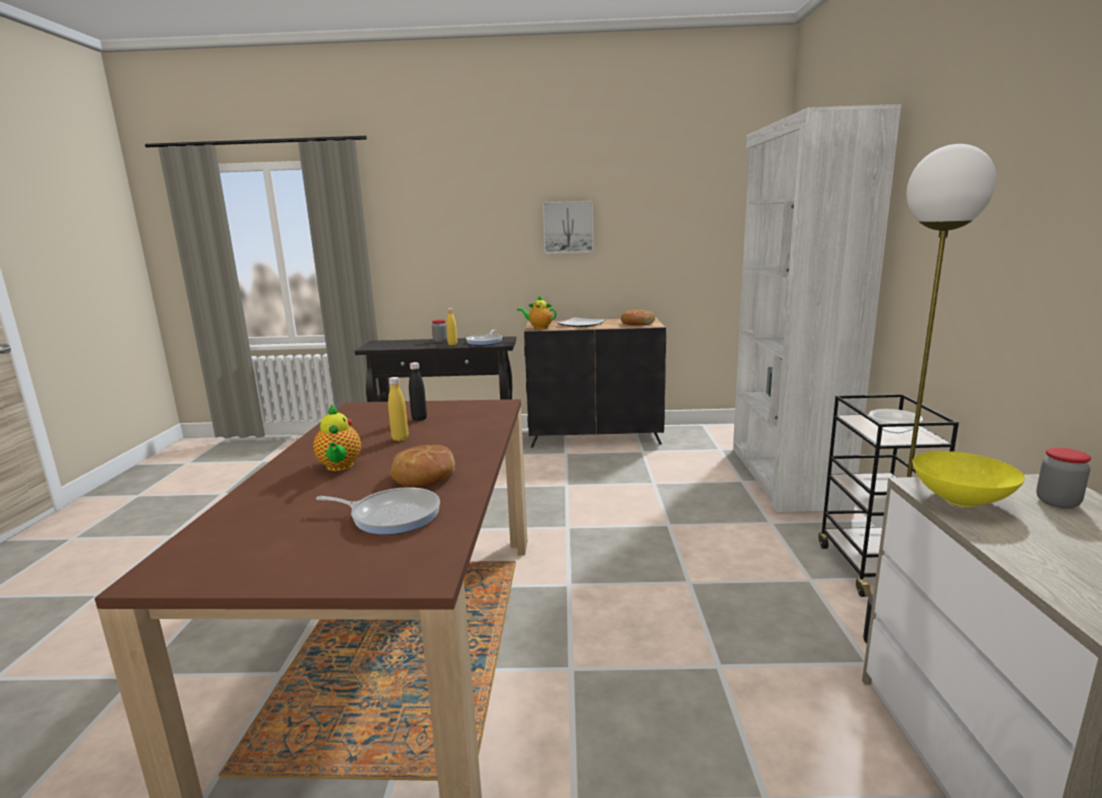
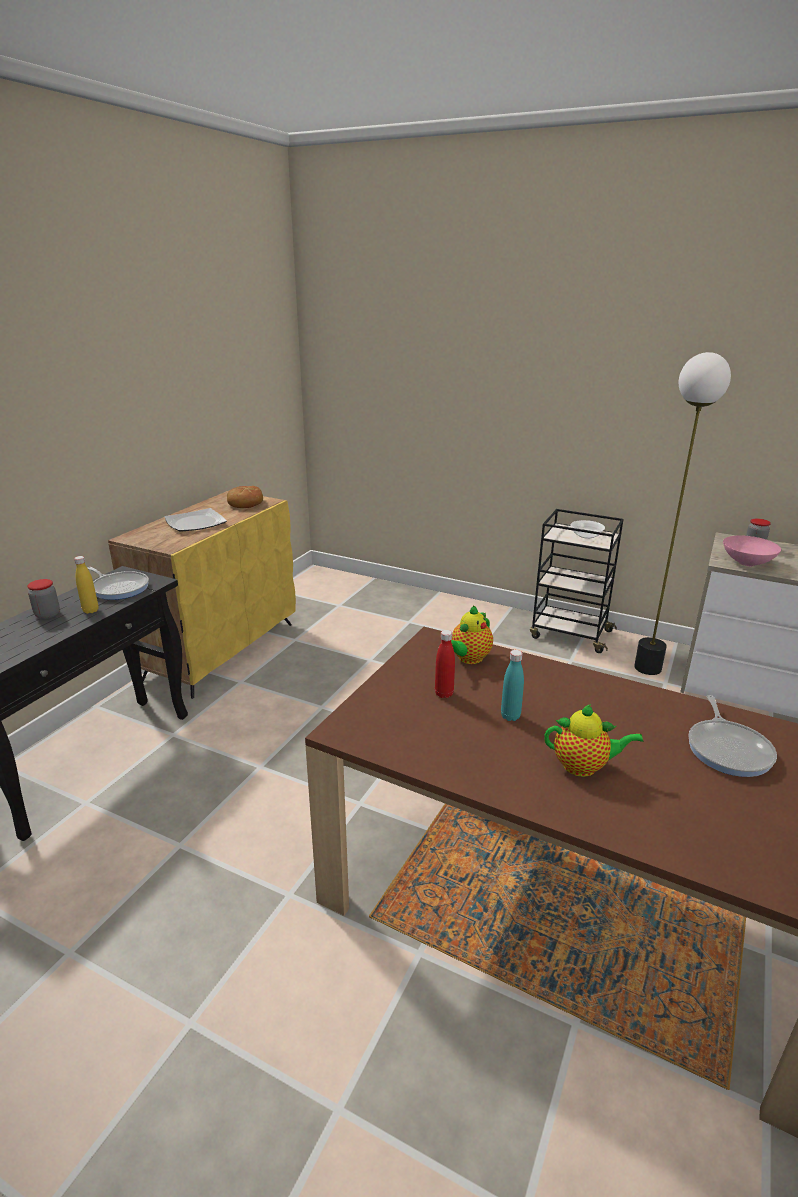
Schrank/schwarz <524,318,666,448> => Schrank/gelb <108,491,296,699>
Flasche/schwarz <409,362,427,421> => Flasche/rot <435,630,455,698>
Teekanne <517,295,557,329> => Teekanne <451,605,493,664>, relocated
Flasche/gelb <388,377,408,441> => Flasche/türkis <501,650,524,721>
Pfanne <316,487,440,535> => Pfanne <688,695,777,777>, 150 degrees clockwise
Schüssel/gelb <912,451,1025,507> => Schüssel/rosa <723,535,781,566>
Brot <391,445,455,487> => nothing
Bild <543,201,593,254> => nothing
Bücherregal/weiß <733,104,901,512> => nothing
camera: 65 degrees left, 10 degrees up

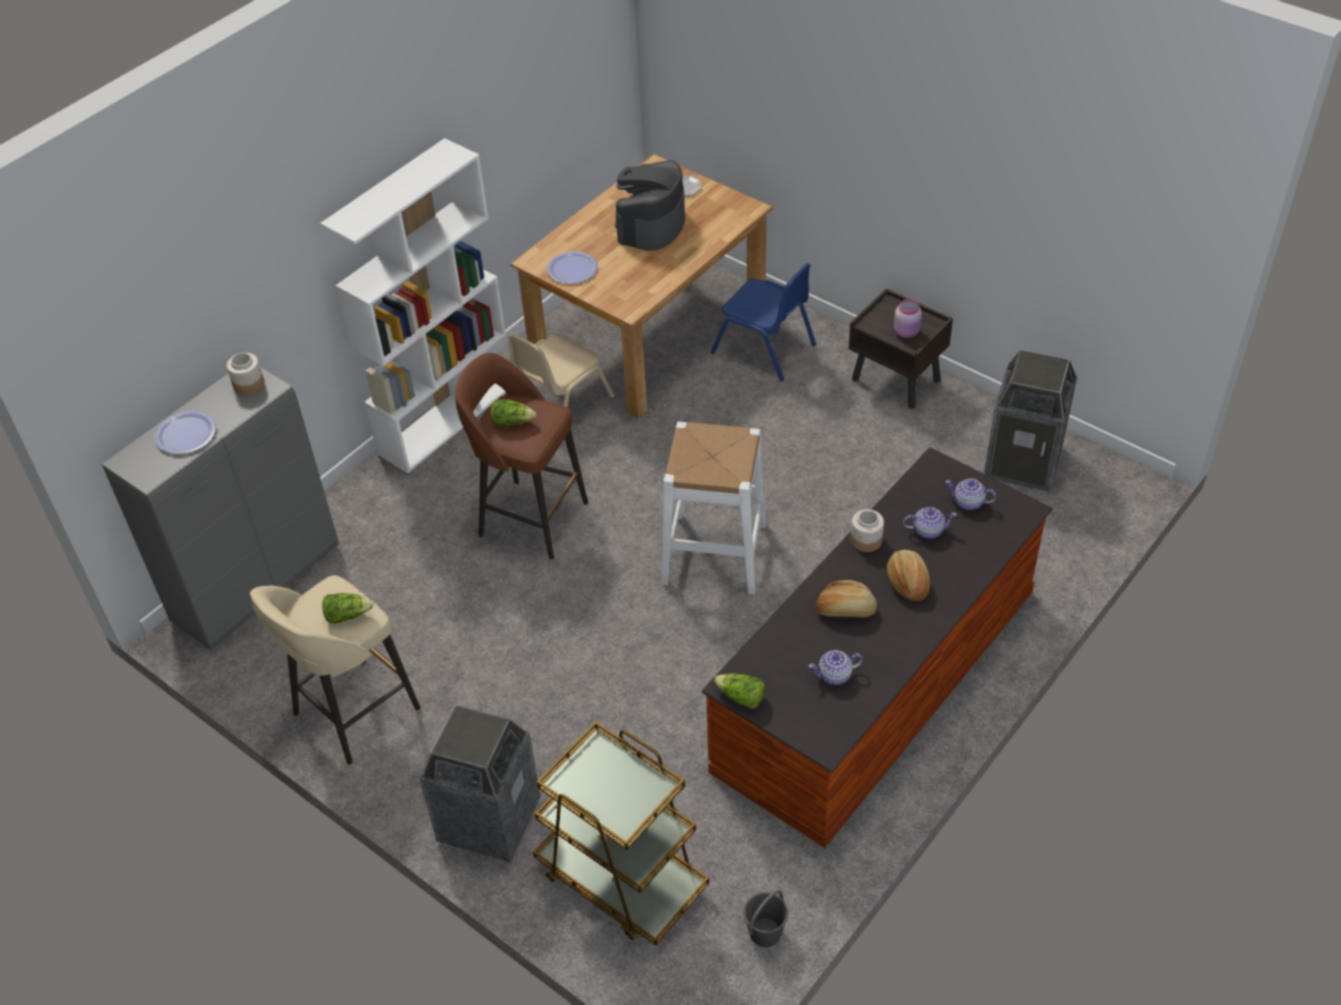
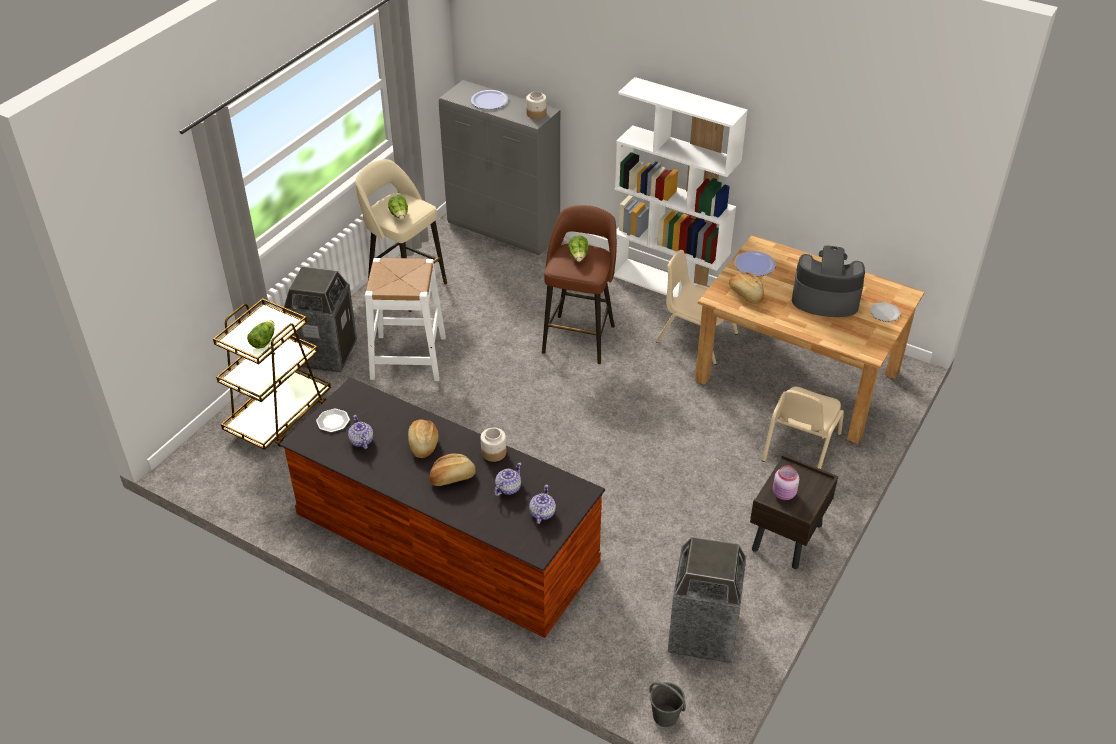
Salatkopf <714,673,765,709> => Salatkopf <247,320,274,349>, relocated
nothing => Teller <316,408,350,432>
Hocker/weiß <661,421,767,595> => Hocker/weiß <365,258,446,381>, relocated
Teekanne <903,507,957,539> => Teekanne <494,463,522,496>, 135 degrees counterclockwise
Eimer/grau <743,890,788,947> => Eimer/grau <649,682,686,727>, relocated
nothing => Brot <729,273,764,304>
Stuhl/blau <711,263,816,382> => Stuhl/beige <762,386,844,469>
camera: 80 degrees right, 5 degrees down

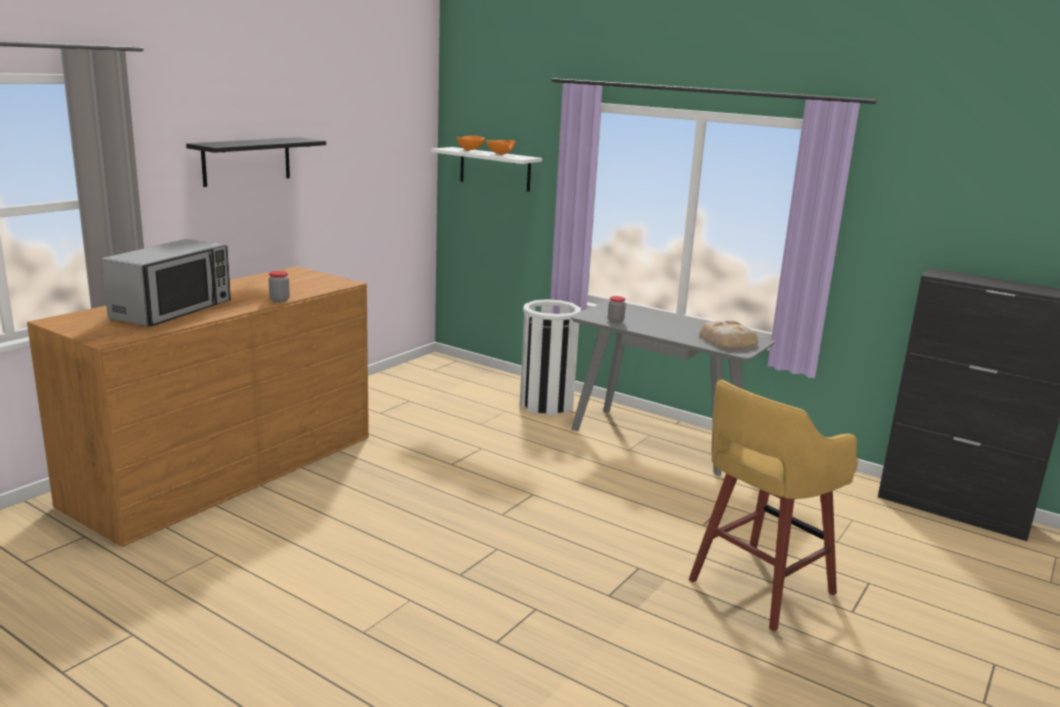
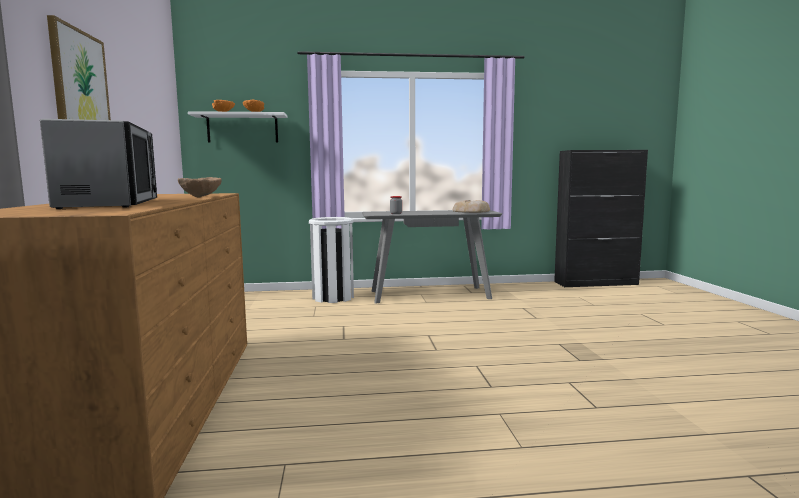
Wandregal/schwarz <186,137,326,187> => Bild <47,15,111,120>
Vorratsglas <269,271,290,302> => Schüssel/braun <178,177,222,198>
Hocker/gelb <689,379,858,632> => nothing
camera: 40 degrees left, 10 degrees down

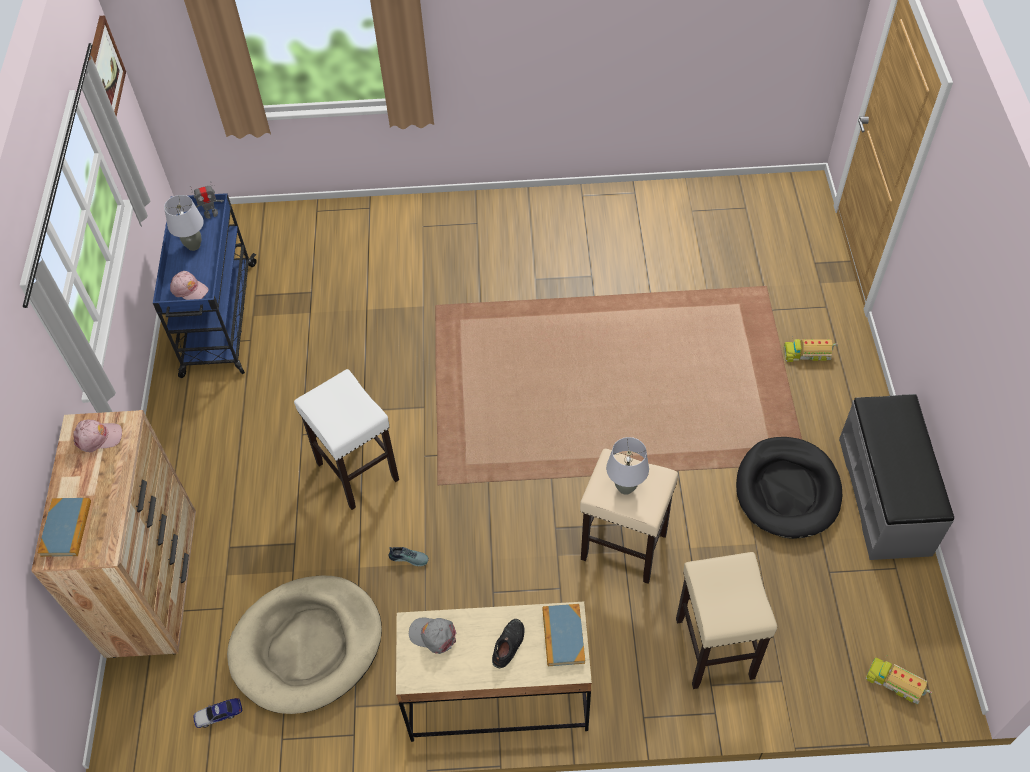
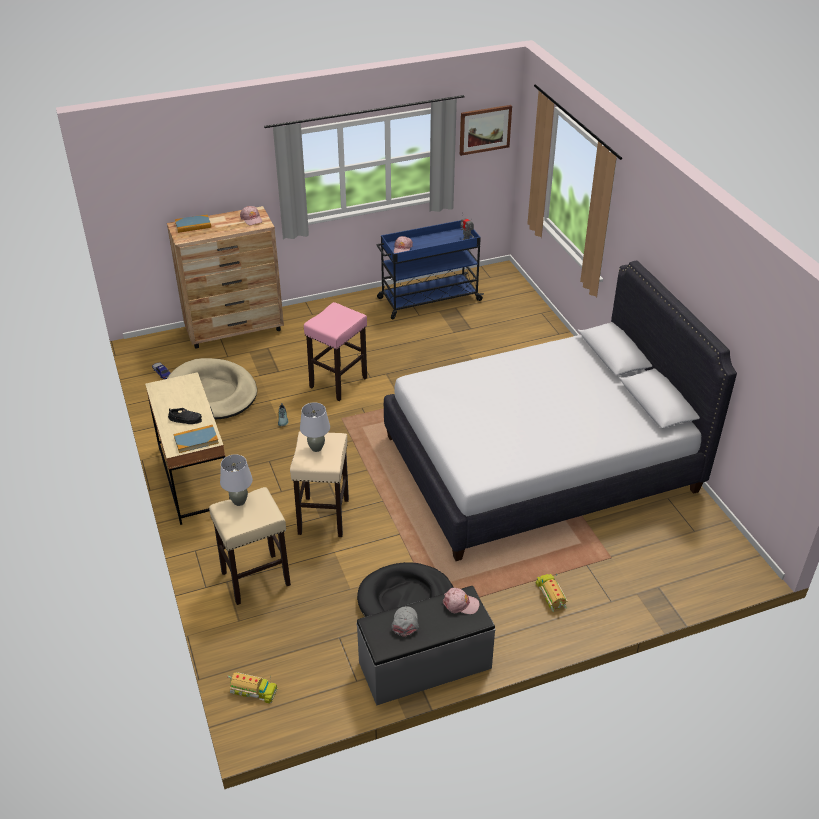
Tischlampe/grau <164,195,204,251> => Tischlampe/grau <220,454,253,506>, relocated
Spielzeuglaster <866,656,932,704> => Spielzeuglaster <227,672,278,703>, 90 degrees clockwise
Hocker/weiß <294,369,399,510> => Hocker/rosa <304,302,367,401>
nothing => Bett/weiß <384,260,737,561>
Kappe/grau <409,618,457,654> => Kappe/grau <391,606,419,637>, relocated
nothing => Kappe/rosa <443,588,480,614>
camera: 70 degrees right, 15 degrees down

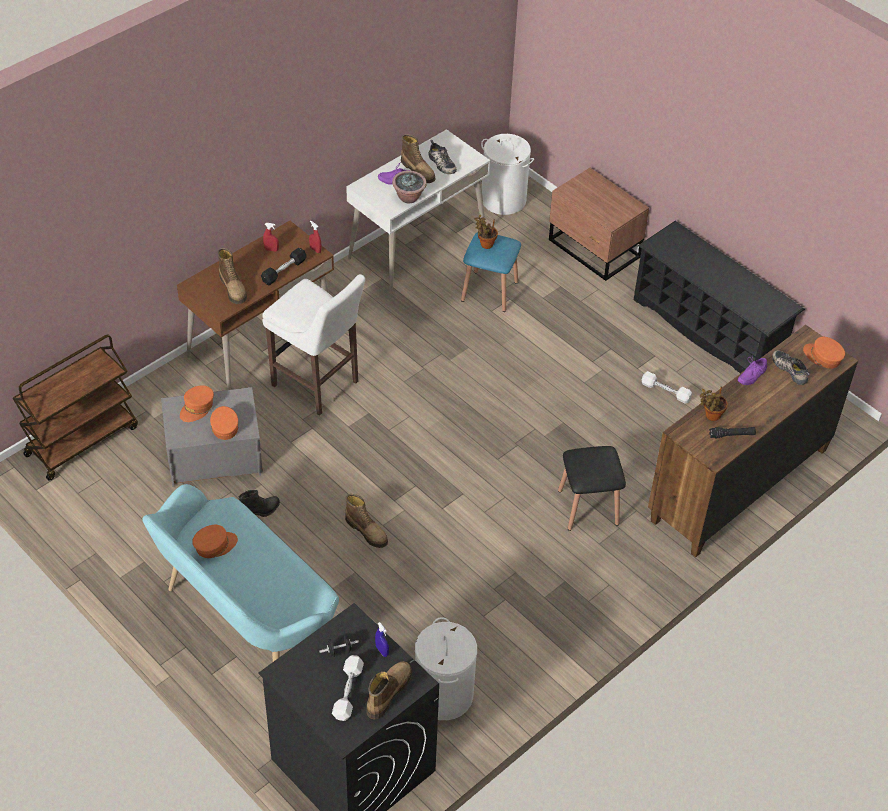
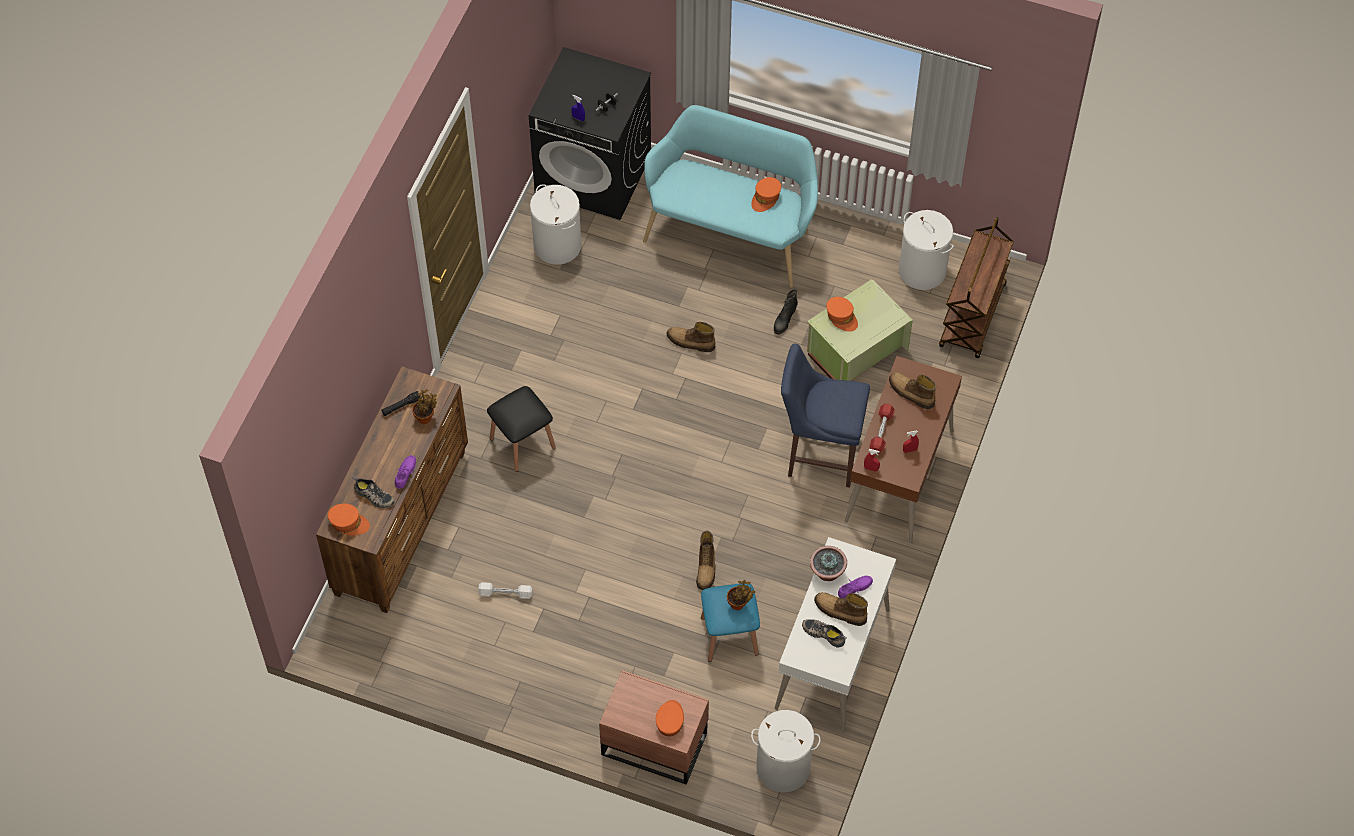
Kappe/orange <180,385,214,422> => Kappe/orange <656,700,684,736>, relocated
Stiefel <366,661,412,720> => Stiefel <696,531,715,590>, relocated
Hocker/weiß <262,274,365,416> => Hocker/blau <781,344,870,488>
Aufbewahrungsbox/grau <161,387,263,487> => Aufbewahrungsbox/grün <807,279,913,381>
Hantel/schwarz <261,248,307,286> => Hantel/rot <869,404,895,454>
nothing => Wäschekorb/weiß <899,210,954,290>
Hantel/weiß <332,655,364,721> => nothing
Schuhregal/schwarz <634,221,805,373> => nothing
camera: 155 degrees right, 10 degrees up

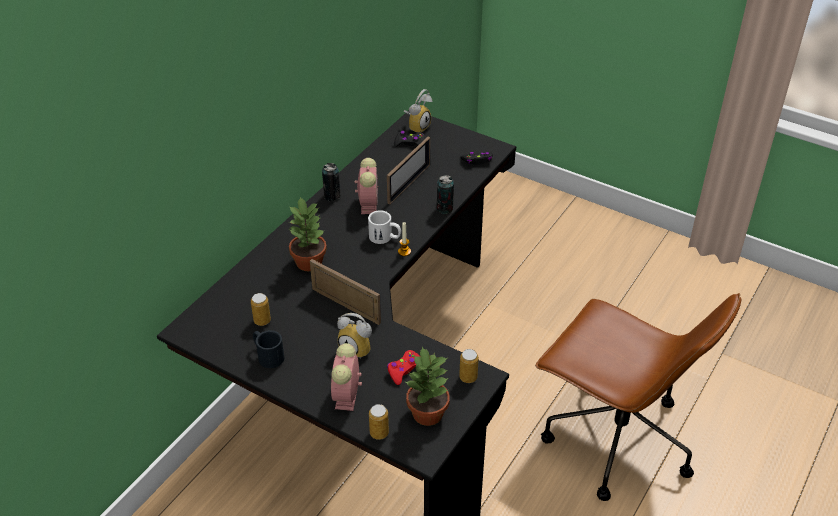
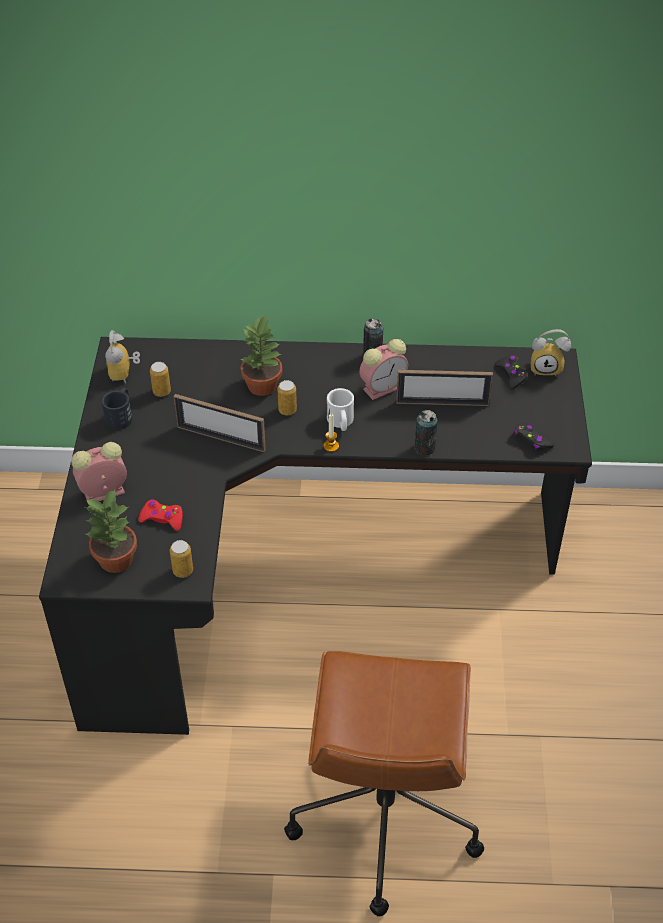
Wecker <337,313,372,359> => Wecker <105,330,140,384>, relocated
Bilderrahmen <310,259,381,325> => Bilderrahmen <174,394,266,452>, 105 degrees clockwise
Dose <369,404,389,440> => Dose <278,380,297,415>, relocated
camera: 60 degrees right, 5 degrees up

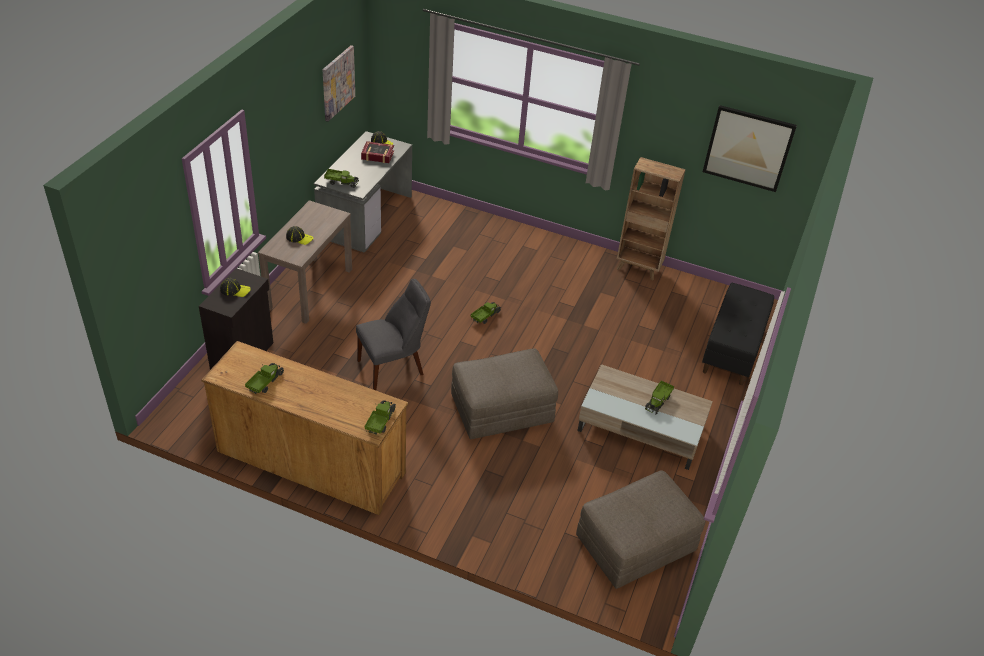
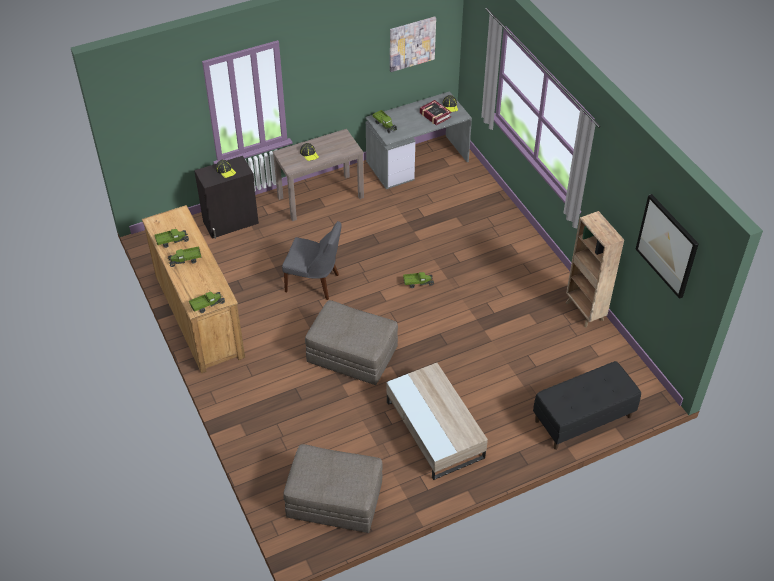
Spielzeuglaster <645,380,674,414> => Spielzeuglaster <168,246,201,267>, relocated
camera: 45 degrees right, 5 degrees up

